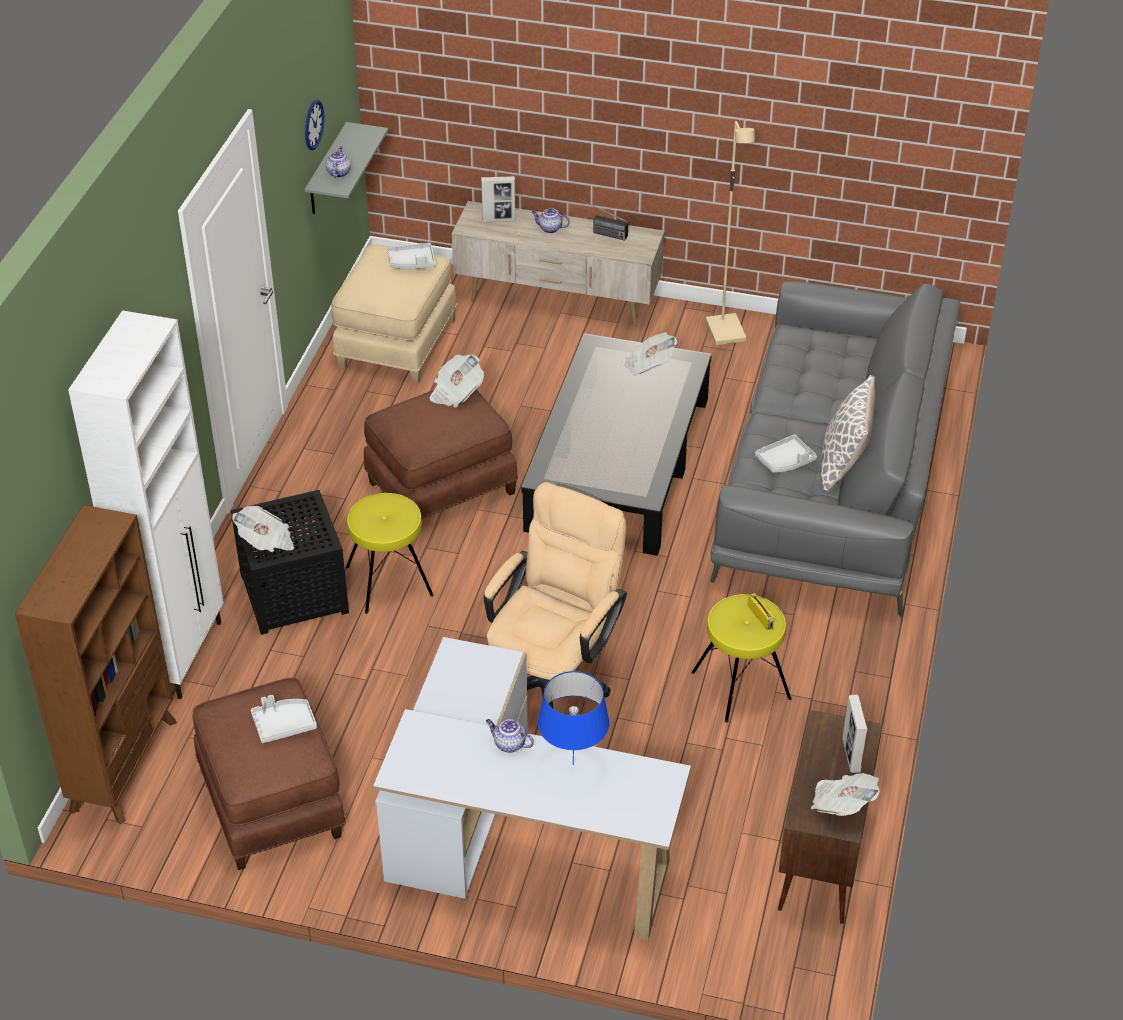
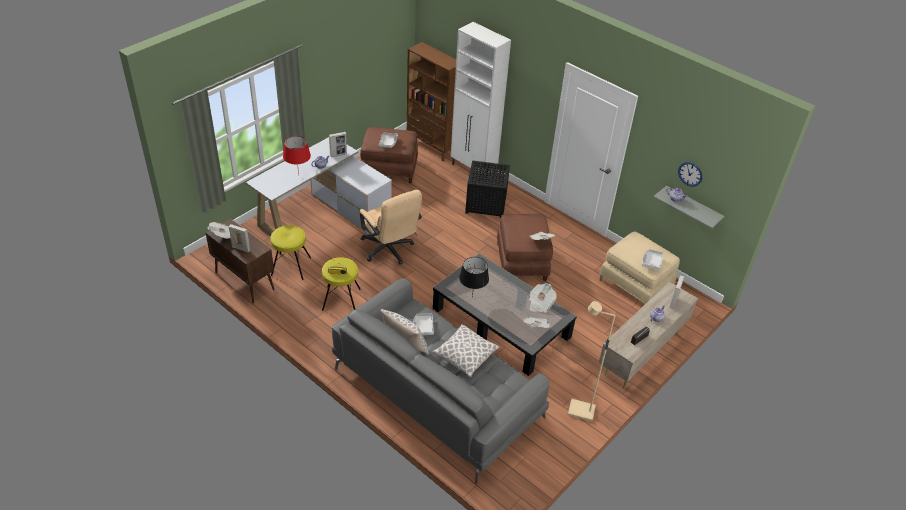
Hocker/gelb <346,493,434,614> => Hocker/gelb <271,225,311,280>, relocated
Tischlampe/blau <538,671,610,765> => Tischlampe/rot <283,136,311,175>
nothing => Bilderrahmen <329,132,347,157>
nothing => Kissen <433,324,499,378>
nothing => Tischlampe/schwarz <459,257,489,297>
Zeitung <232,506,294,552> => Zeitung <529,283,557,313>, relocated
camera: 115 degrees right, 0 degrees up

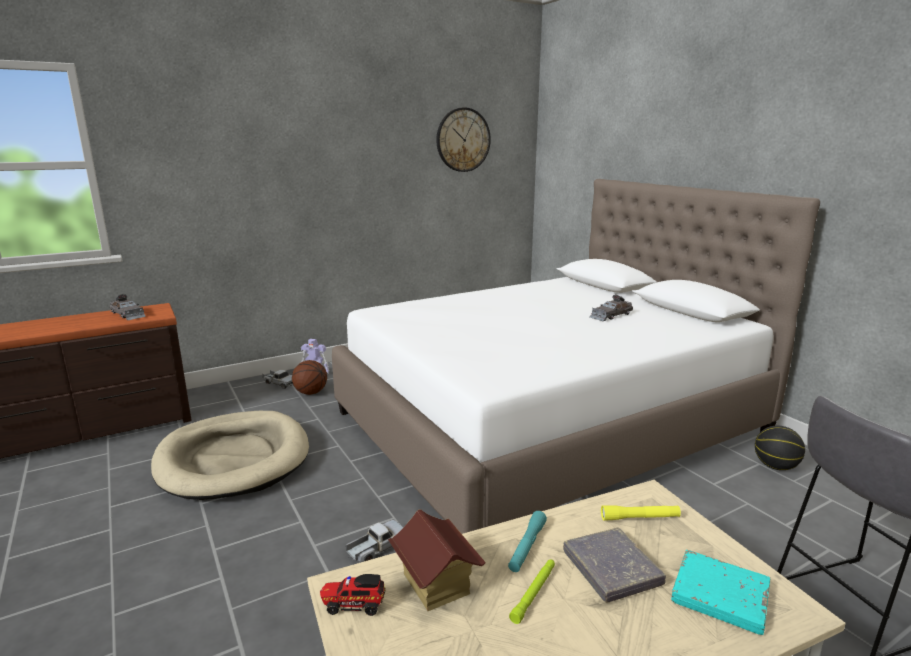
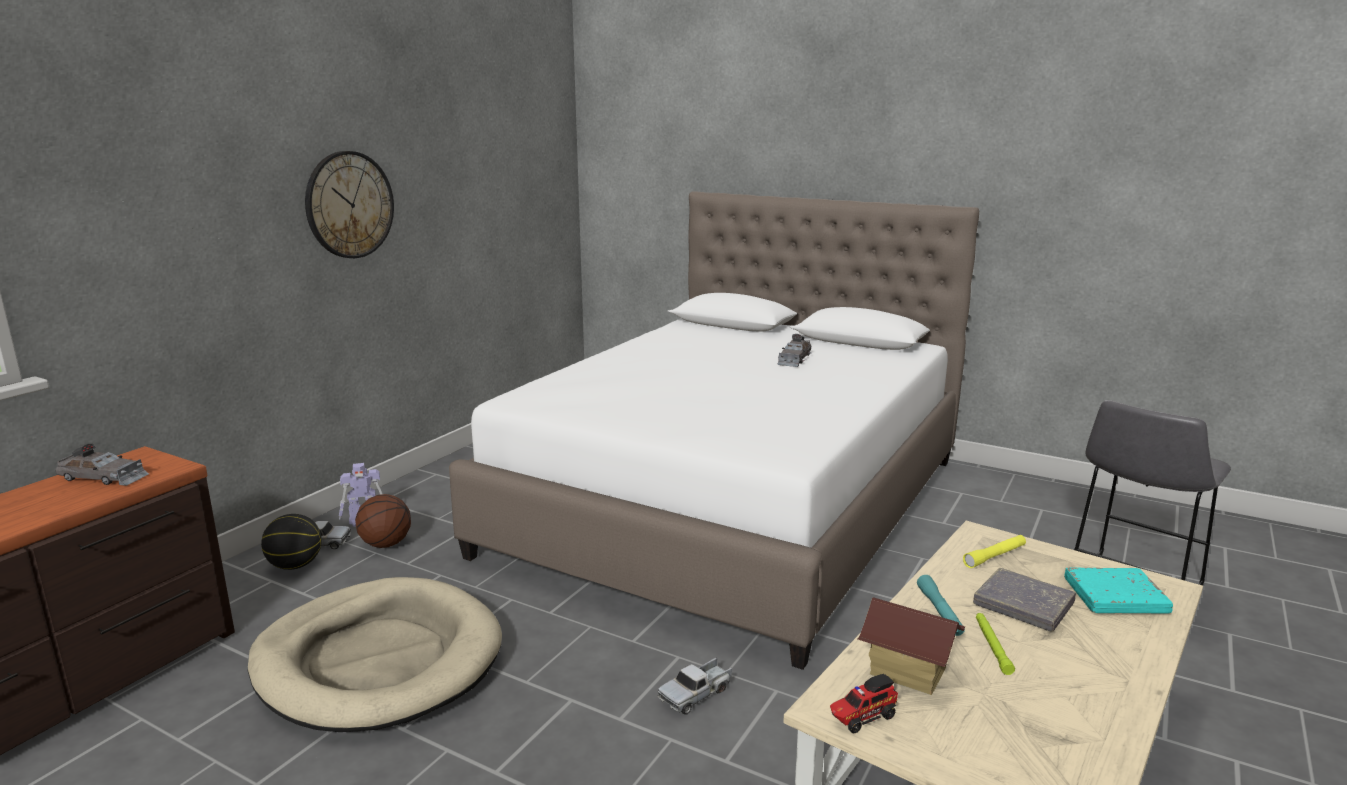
Basketball <755,426,805,470> => Basketball <261,514,322,570>, relocated
Wanduhr <436,107,491,172> => Wanduhr <305,151,394,258>, relocated
Spielzeuglaster <346,520,403,562> => Spielzeuglaster <657,657,732,715>, 150 degrees counterclockwise
camera: 30 degrees left, 0 degrees up

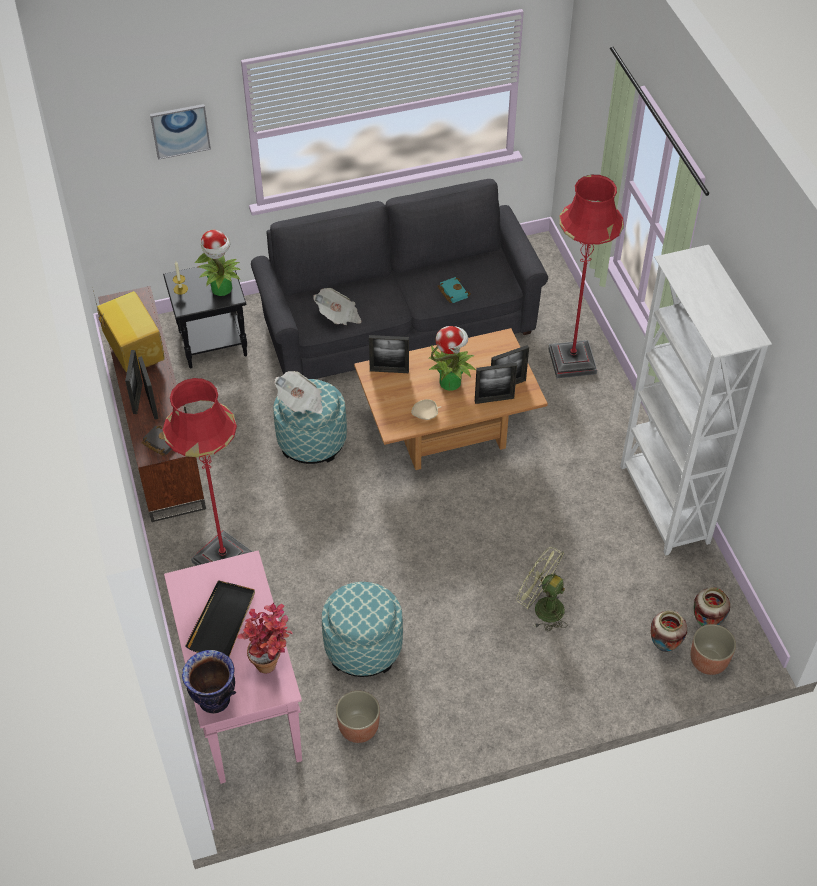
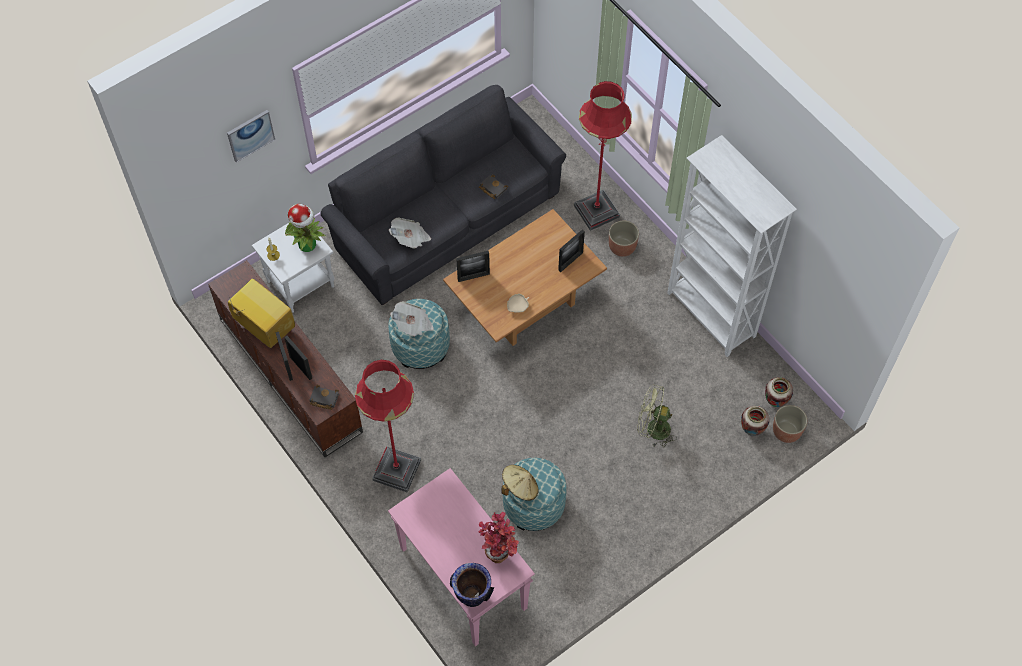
Beistelltisch/schwarz <163,260,247,369> => Beistelltisch/weiß <252,222,335,313>
Buch/türkis <437,277,471,303> => Buch/schwarz <479,175,508,199>
nothing => Hut/beige <501,465,539,501>
Pflanzkübel <336,690,380,743> => Pflanzkübel <609,220,639,257>, relocated
Tablett/schwarz <185,580,255,656> => nothing
Topfpflanze <429,326,476,391> => nothing
Bilderrahmen <475,363,517,404> => nothing
camera: 20 degrees left, 10 degrees up

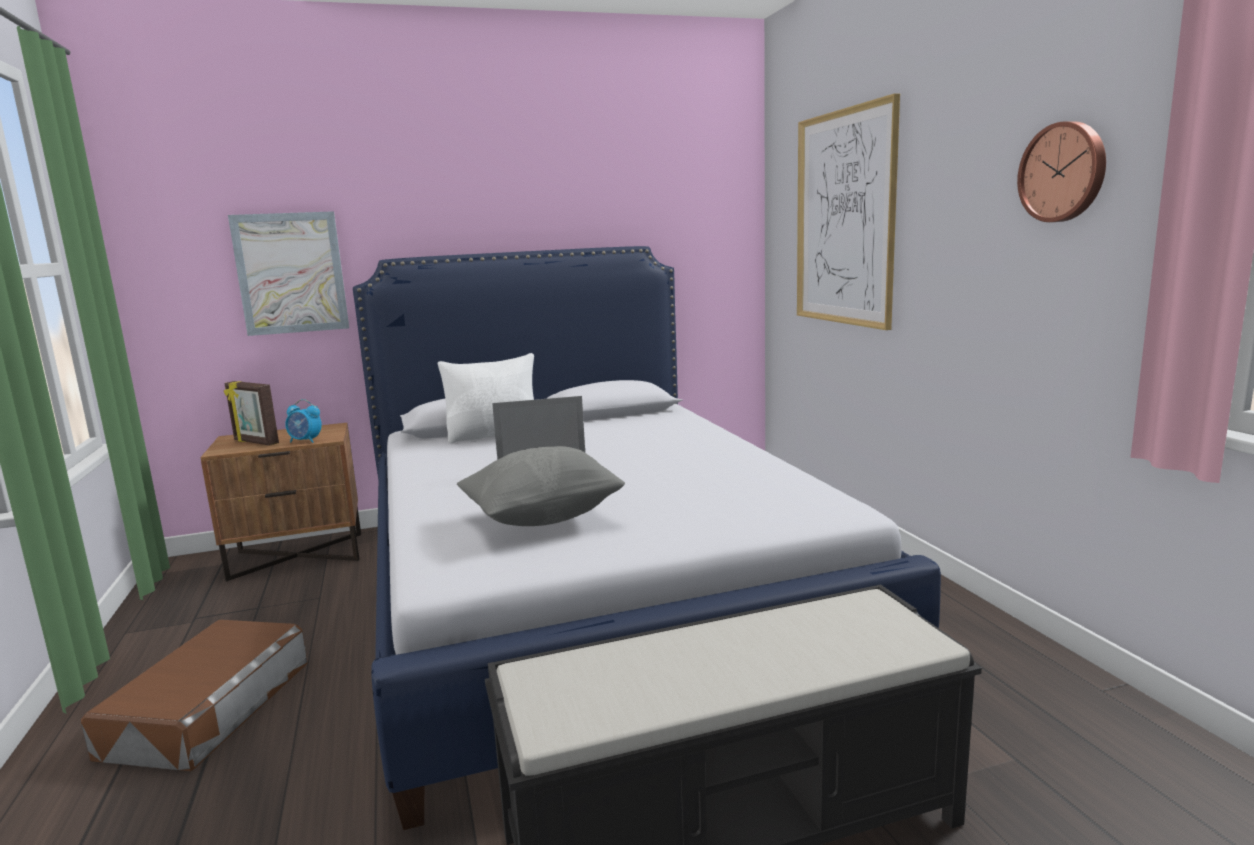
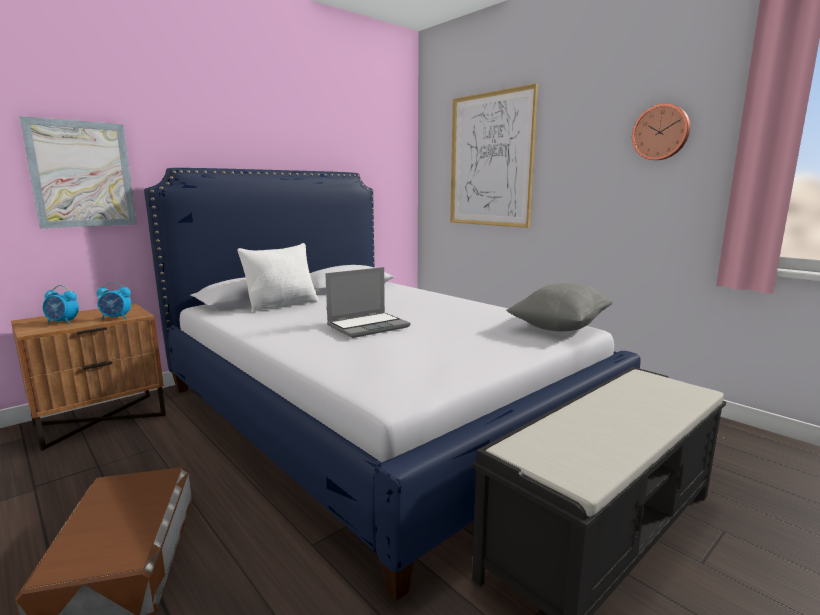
Bilderrahmen <224,381,279,446> => Wecker <43,285,79,324>
Kissen/grau <457,446,625,526> => Kissen/grau <506,283,613,331>, relocated
camera: 25 degrees left, 0 degrees up

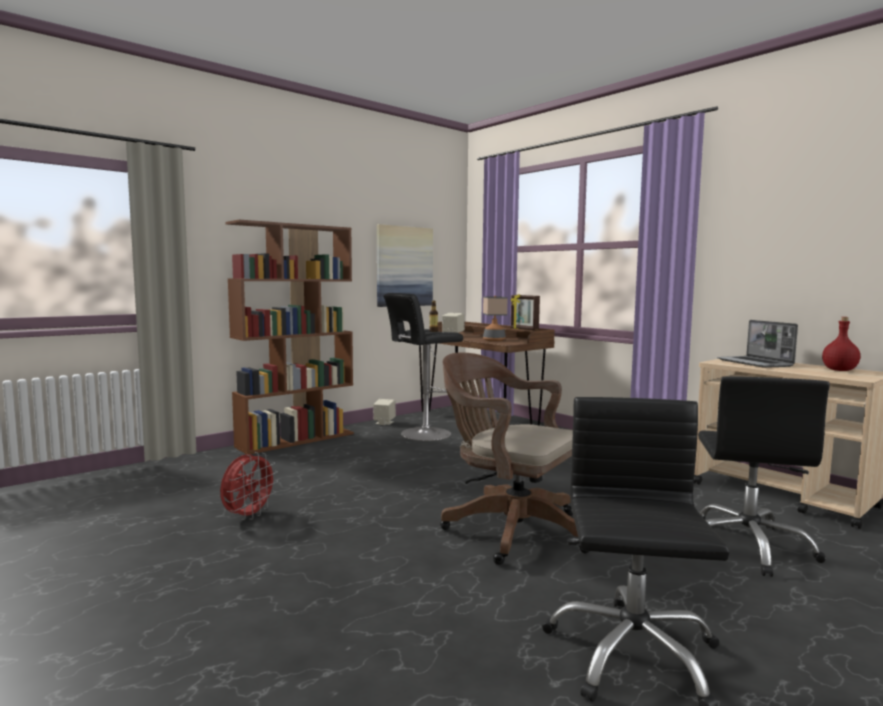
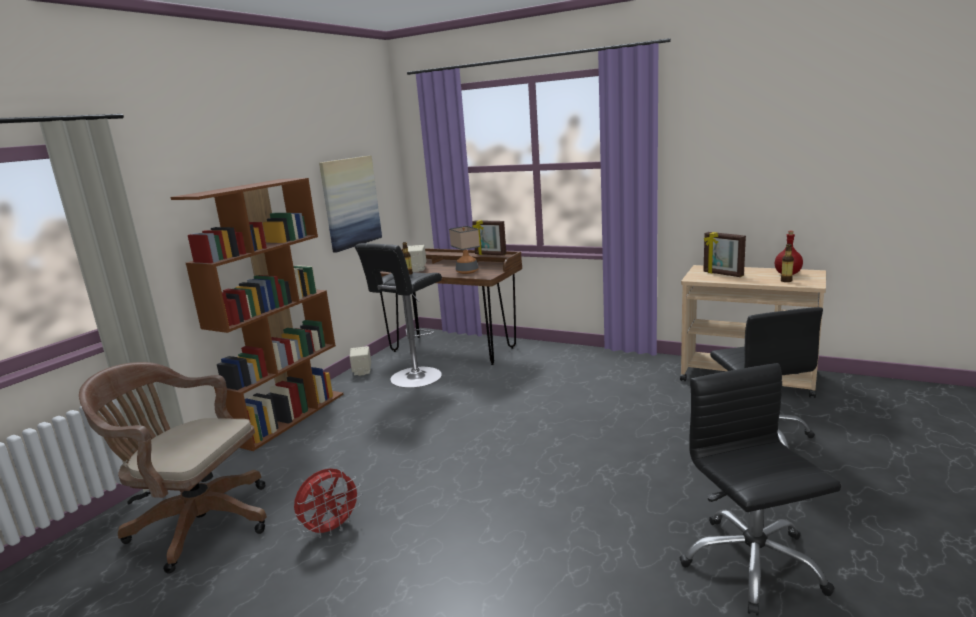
Bürostuhl/braun <440,352,589,565> => Bürostuhl/braun <79,362,267,573>, relocated
Ventilator/rot <220,452,278,520> => Ventilator/rot <294,468,362,538>, 45 degrees clockwise
Laptop <717,320,798,368> => Bilderrahmen <703,232,746,277>
nothing => Flasche <781,244,794,282>
camera: 20 degrees left, 10 degrees up

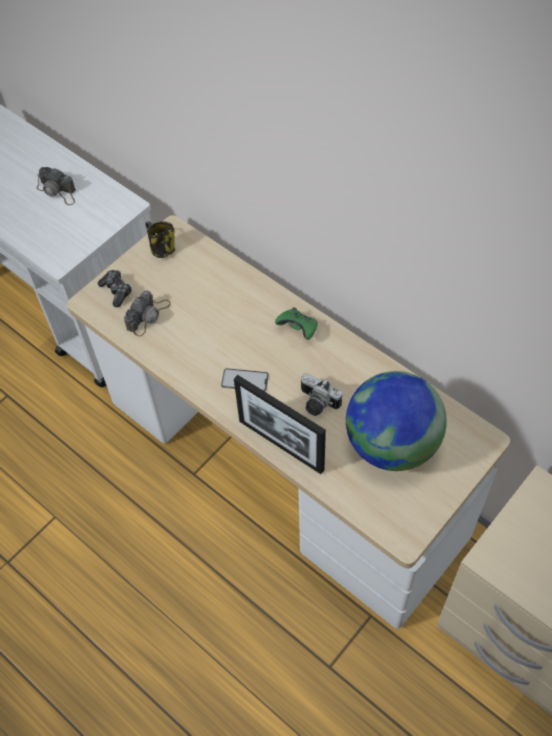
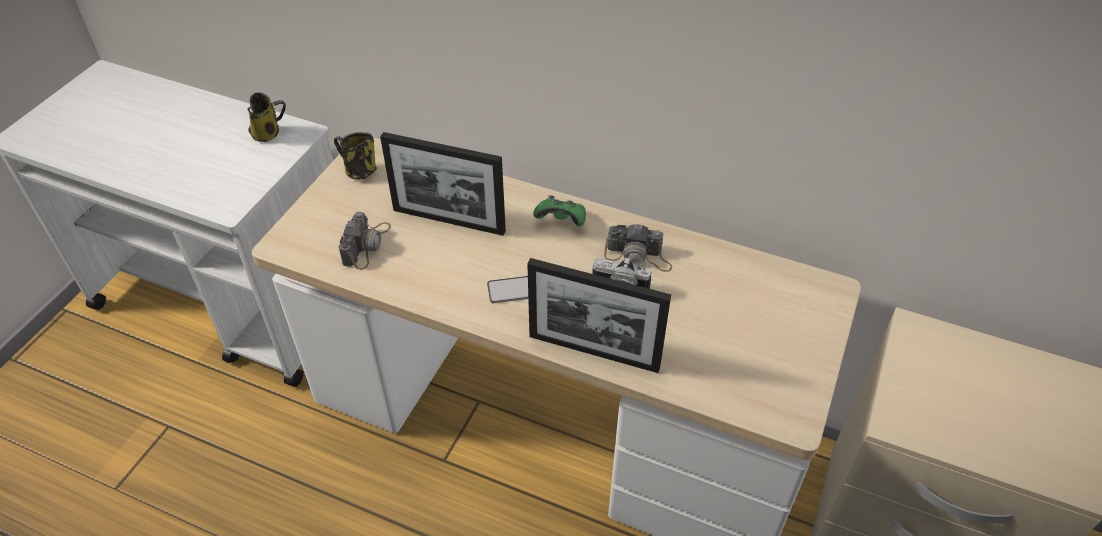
nothing => Henkelbecher <247,92,286,142>
nothing => Bilderrahmen <380,132,506,236>
Kamera <37,167,76,205> => Kamera <604,223,672,272>, relocated
Gamepad <98,270,132,307> => nothing
Globus <346,371,447,471> => nothing
camera: 20 degrees left, 10 degrees down

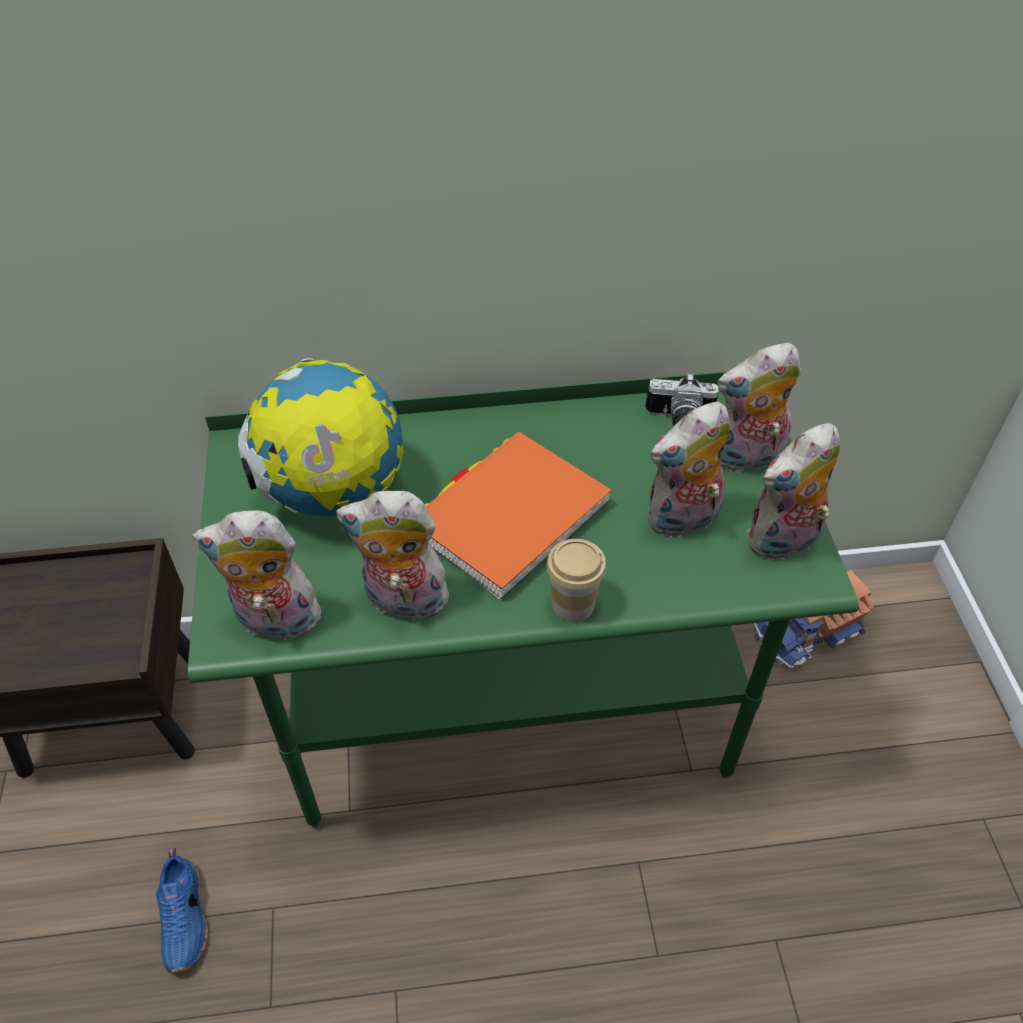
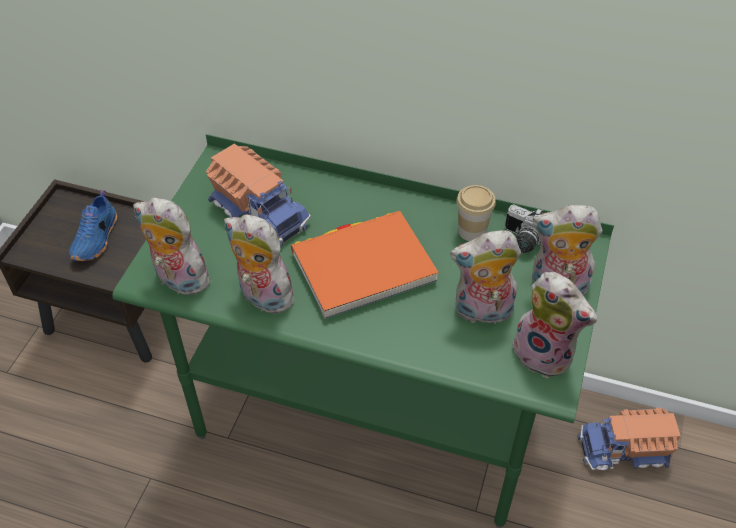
Schuh/blau <156,848,208,973> => Schuh/blau <69,190,117,261>, relocated
Globus <238,358,404,516> => Spielzeuglaster <206,143,311,247>
Tasse <547,539,606,622> => Tasse <457,185,496,241>, relocated
Plüschtier <747,423,840,562> => Plüschtier <512,272,597,378>, 135 degrees counterclockwise
camera: 25 degrees right, 0 degrees up

